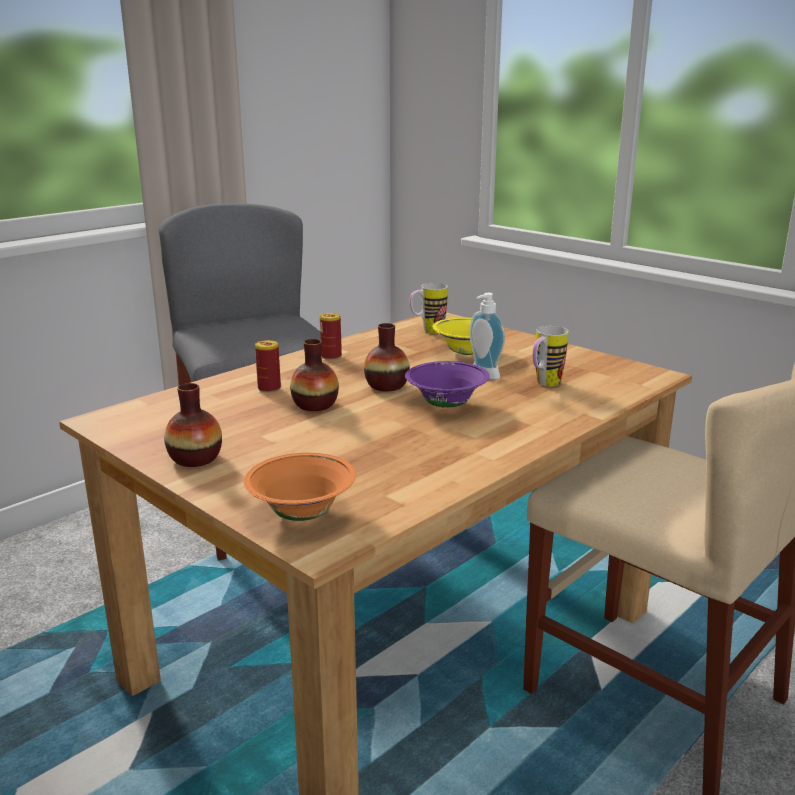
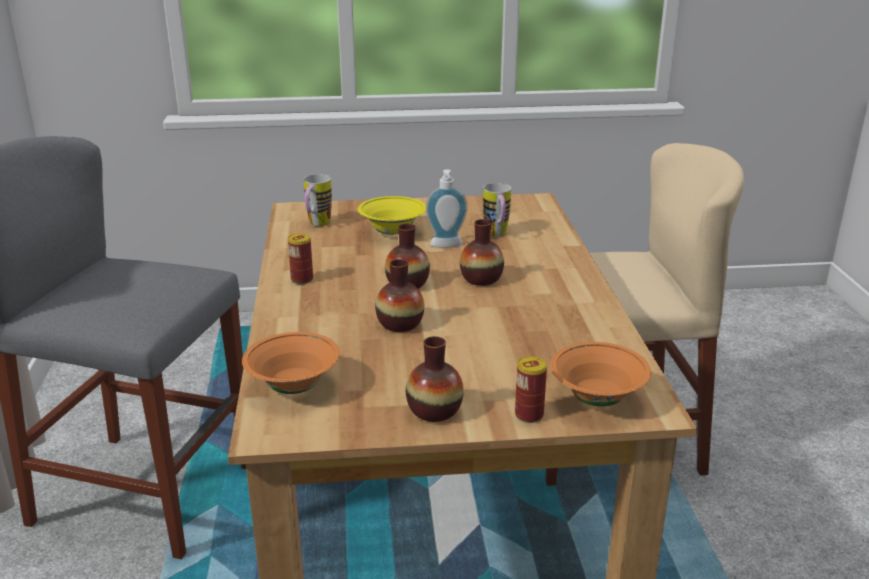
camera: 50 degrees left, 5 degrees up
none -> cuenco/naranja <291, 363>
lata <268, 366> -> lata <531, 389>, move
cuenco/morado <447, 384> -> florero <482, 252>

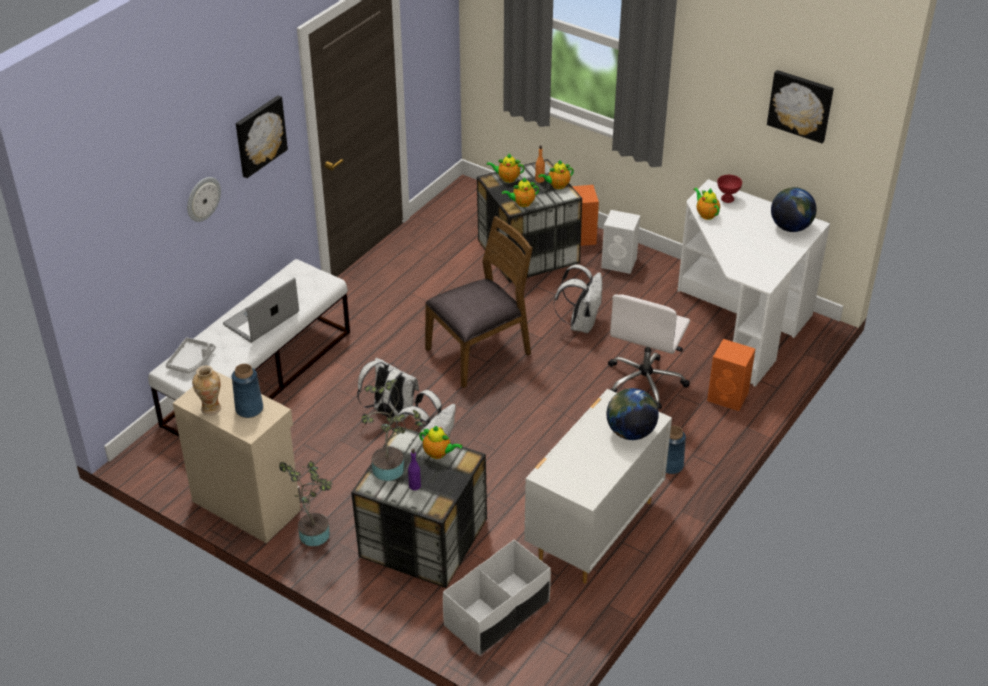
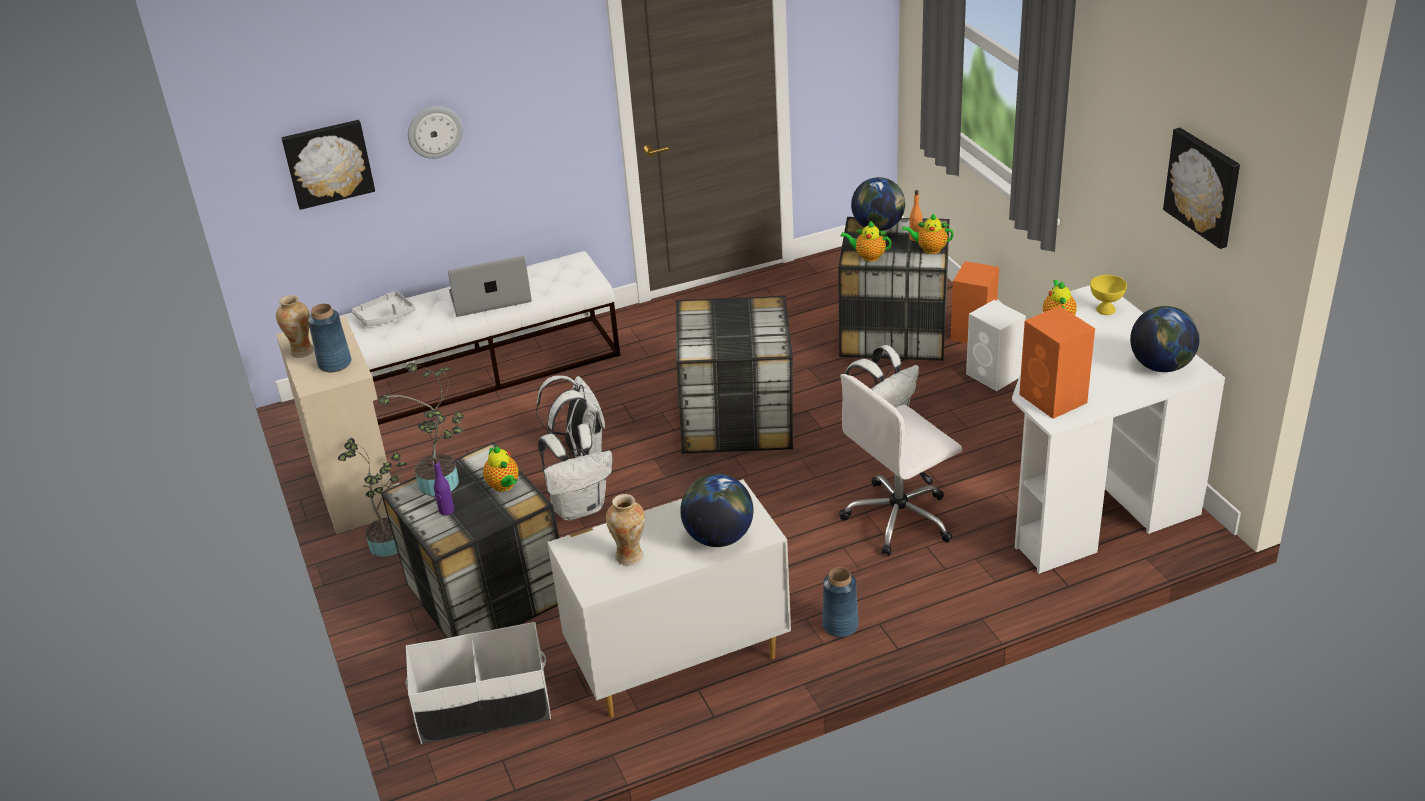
camera: 35 degrees right, 5 degrees down
none -> florero <625, 529>
cuadro <262, 137> -> cuadro <328, 165>, move
altavoz/naranja <731, 375> -> altavoz/naranja <1057, 362>, move
silla/marrón <479, 302> -> caja de almacenaje <734, 375>
tetera <506, 168> -> globo terráqueo <878, 204>
cuenco/rojo <729, 189> -> cuenco/amarillo <1108, 295>

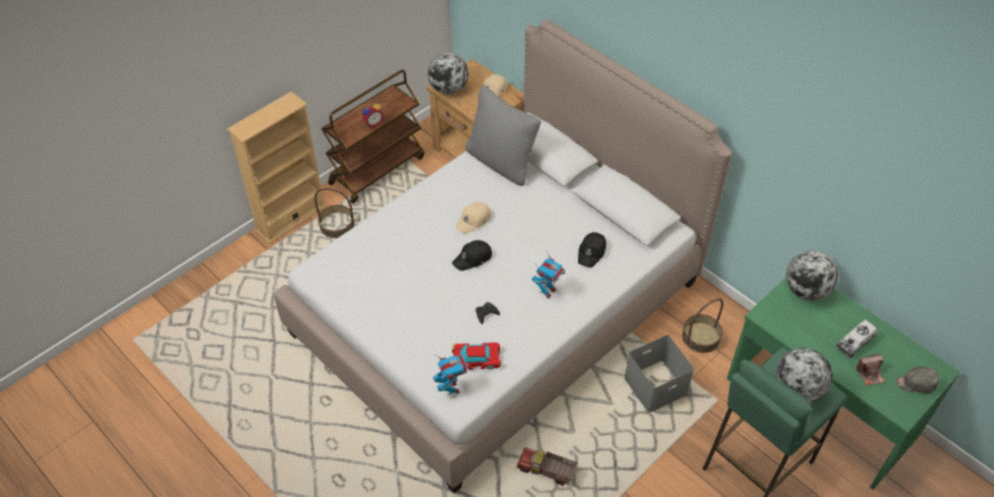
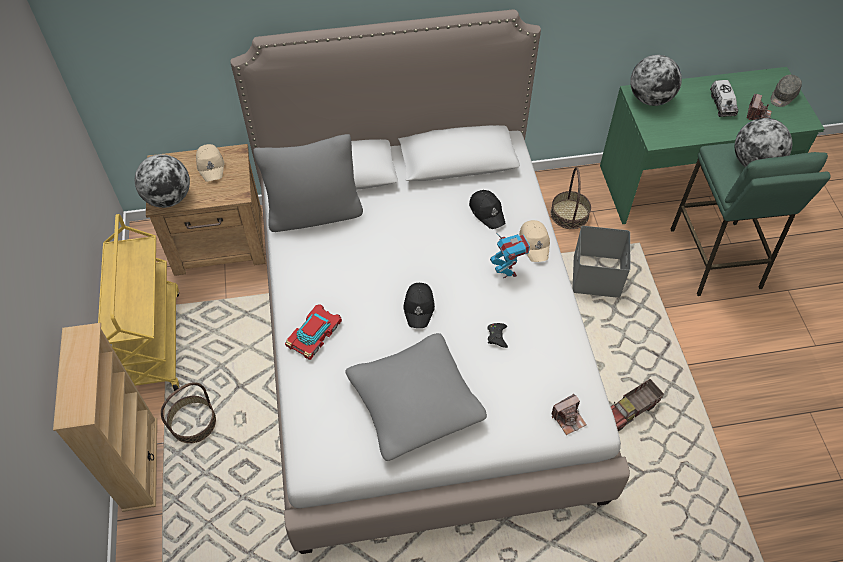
camera: 55 degrees left, 5 degrees up
despertador <373, 115> -> none
none -> cojín/gris <416, 397>
coche de juguete <476, 356> -> coche de juguete <313, 332>, move
gorra/beis <473, 218> -> gorra/beis <534, 241>, move
robot de juguete <450, 375> -> cámara <569, 414>
carrito/marrón <373, 137> -> carrito/amarillo <138, 302>

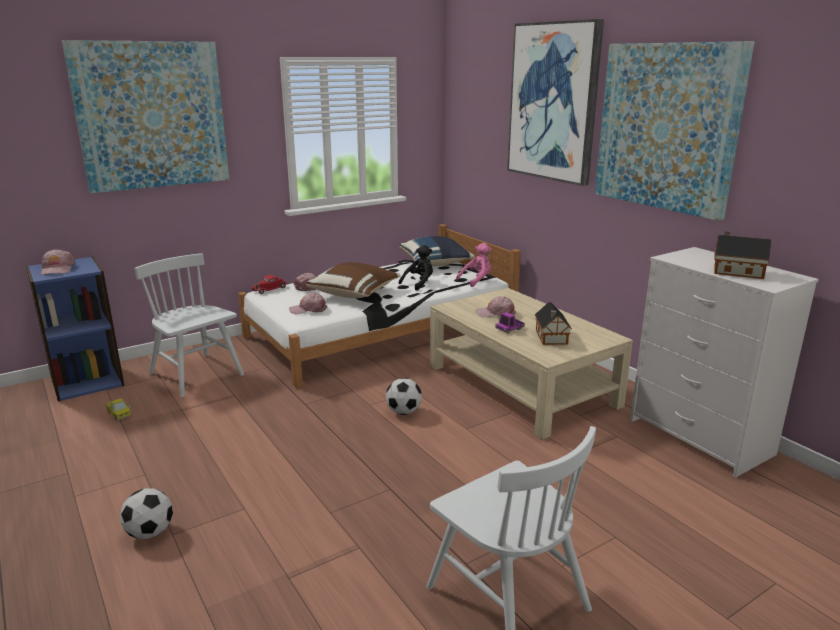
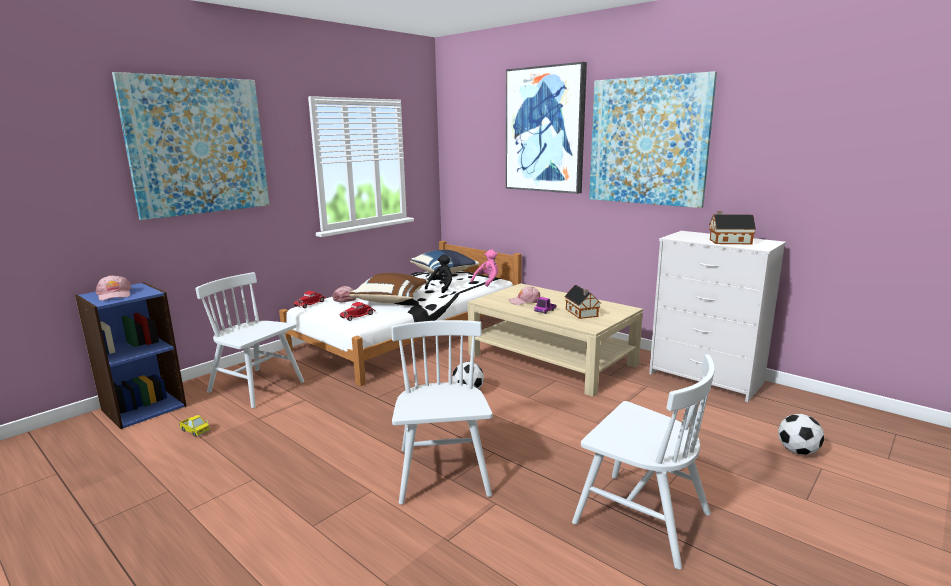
camera: 15 degrees left, 5 degrees down
none -> silla/blanco <442, 412>
balón de fútbol <146, 513> -> balón de fútbol <801, 434>, move
gorra/rosa <308, 303> -> coche de juguete/rojo <357, 311>

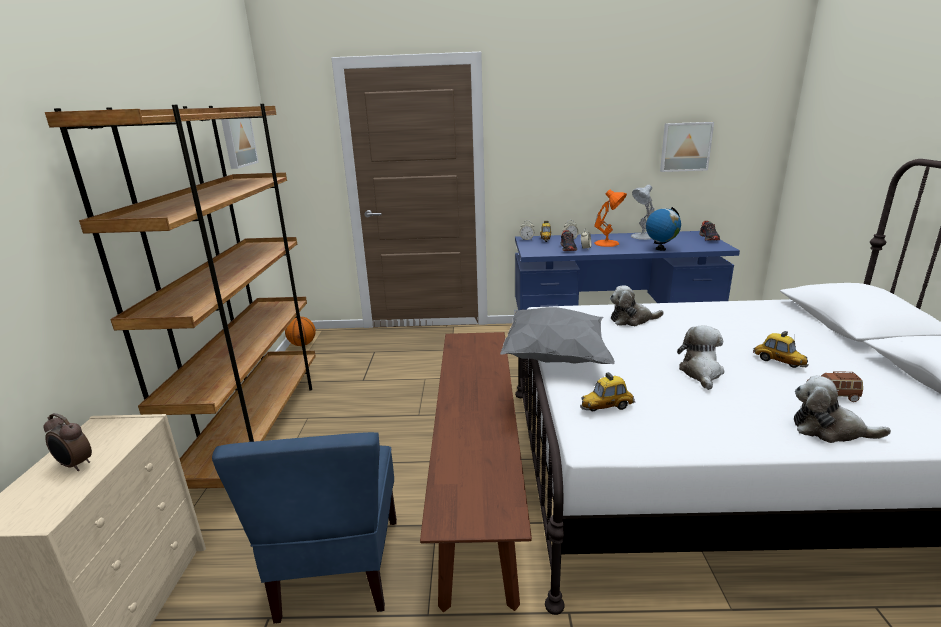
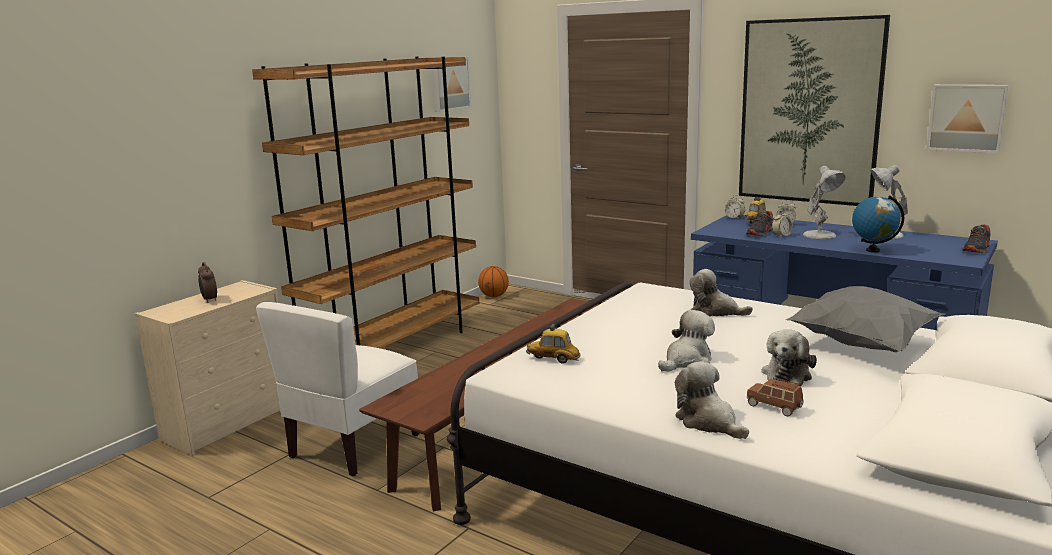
camera: 35 degrees right, 5 degrees down
none -> cuadro <814, 110>
cojín/gris <557, 335> -> cojín/gris <865, 319>, move
coche de juguete <780, 349> -> peluche <789, 357>
silla/azul <304, 528> -> silla/blanco <338, 389>
lámpara de mesa/naranja <610, 218> -> lámpara de mesa/blanco <824, 202>

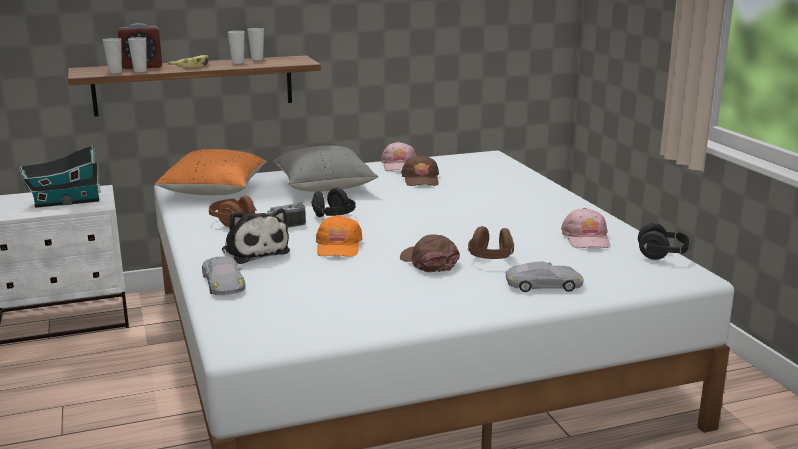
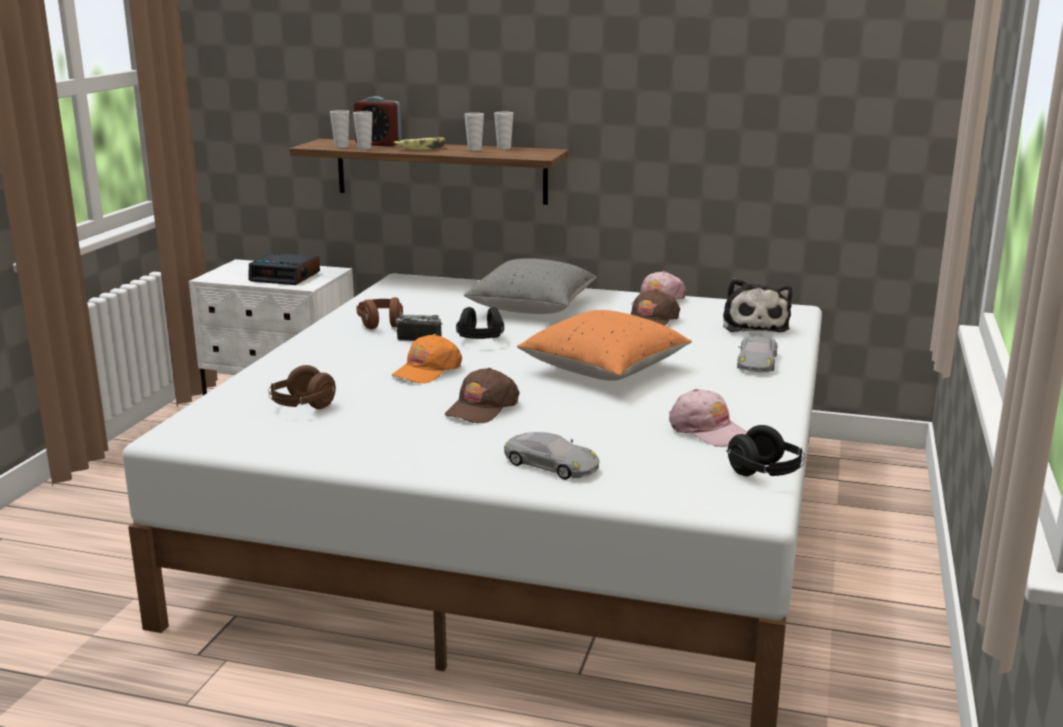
camera: 35 degrees right, 0 degrees up
cojín/naranja <211, 172> -> cojín/naranja <604, 345>, move
coche de juguete/gris <224, 276> -> coche de juguete/gris <757, 354>, move
peluche <256, 236> -> peluche <757, 305>, move
auriculares/marrón <491, 242> -> auriculares/marrón <302, 387>, move
casita <60, 176> -> despertador <284, 269>
gorra/marrón <430, 253> -> gorra/marrón <482, 395>, 150 degrees counterclockwise
gorra/rosa <585, 228> -> gorra/rosa <708, 418>, 75 degrees counterclockwise

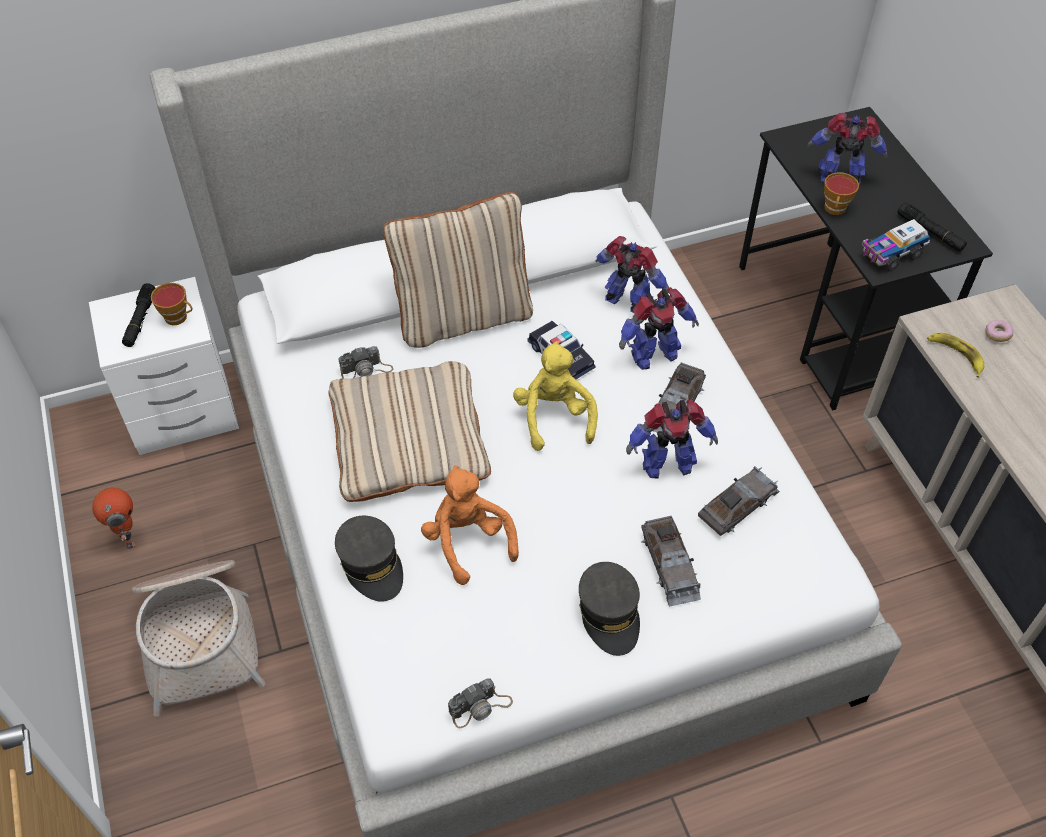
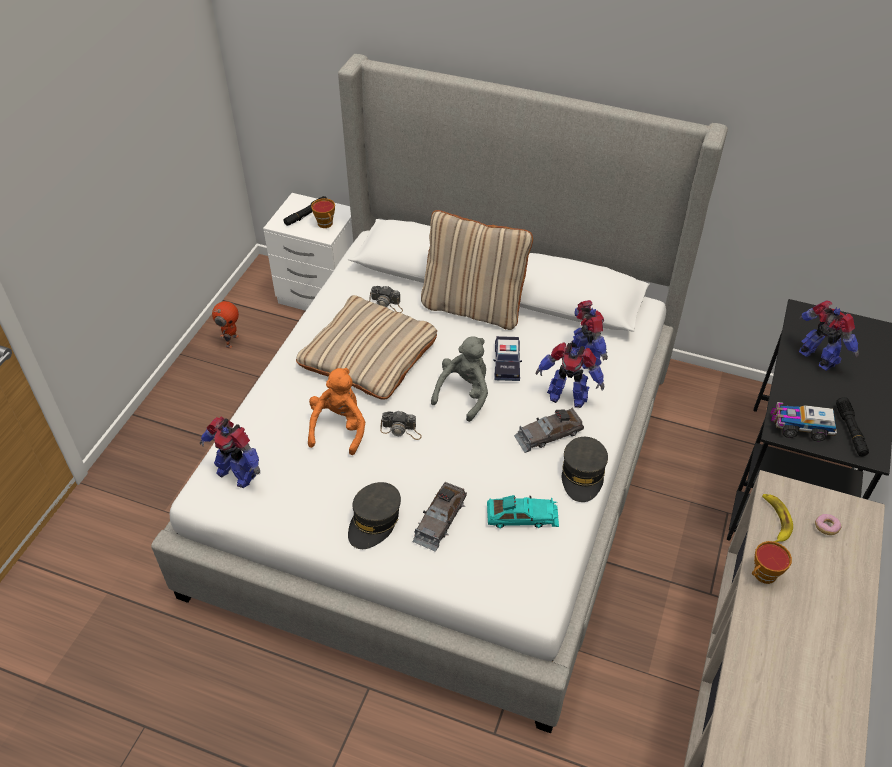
camera: 40 degrees right, 5 degrees down
cesta <199, 638> -> none
gorra/gris <369, 559> -> gorra/gris <585, 469>, move
cámara <480, 703> -> cámara <401, 425>, move
robot de juguete <672, 439> -> robot de juguete <230, 452>, move
taza <841, 193> -> taza <772, 562>, move
peluche/amarillo <555, 396> -> peluche/gris <459, 379>
coche de juguete/gris <739, 501> -> coche de juguete/turquesa <523, 511>

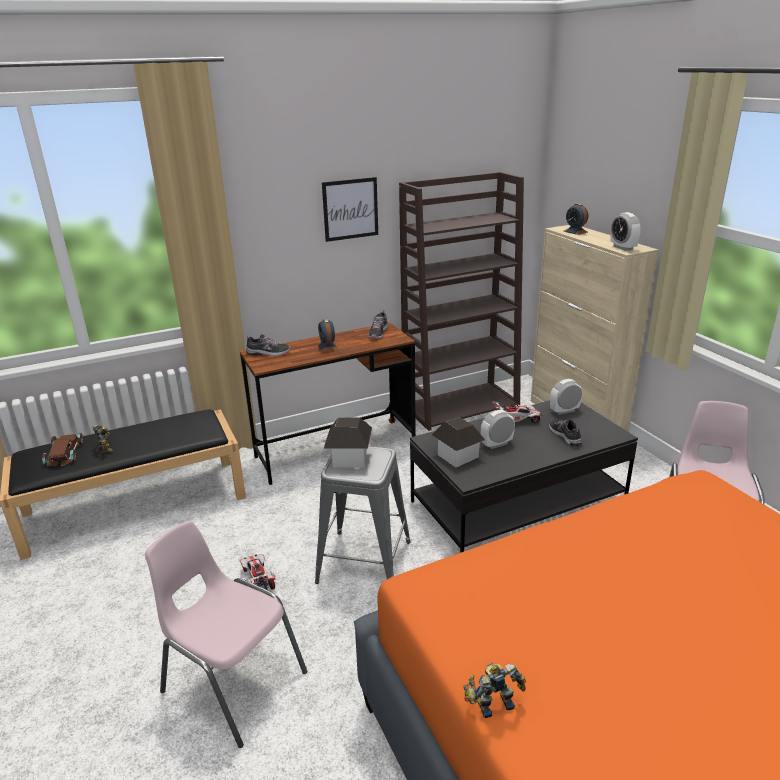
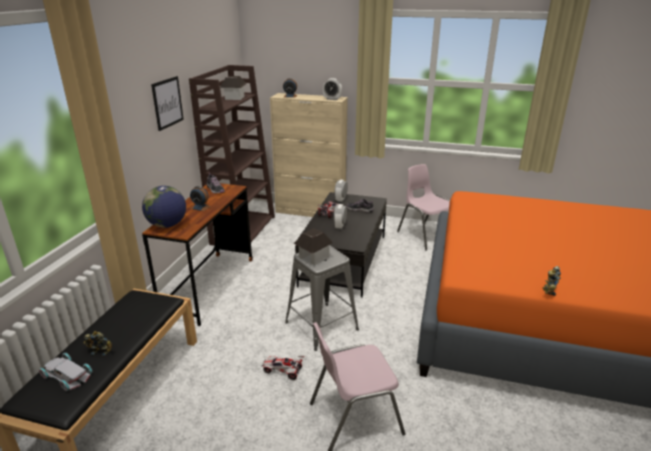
camera: 50 degrees left, 0 degrees up
casita <458, 442> -> casita <233, 88>, move
zapato <268, 345> -> globo terráqueo <164, 207>
coche de juguete/marrón <63, 450> -> coche de juguete/blanco <65, 372>

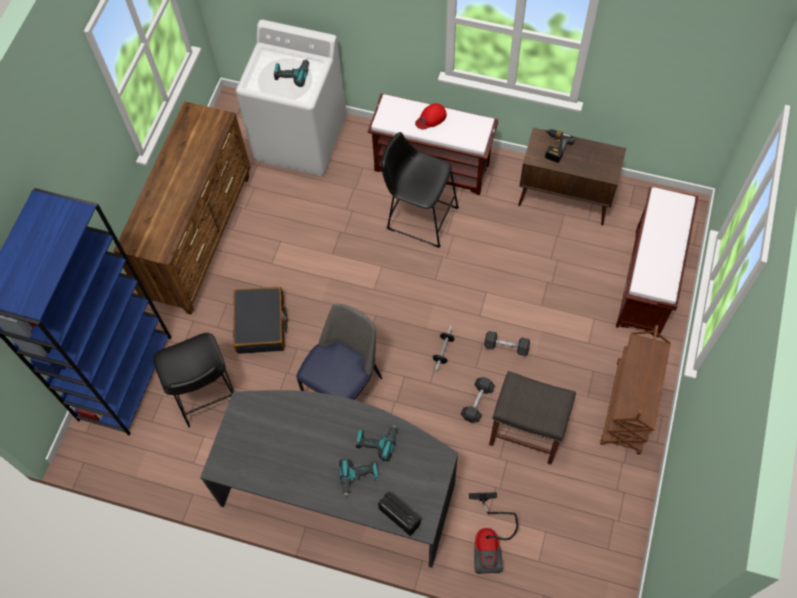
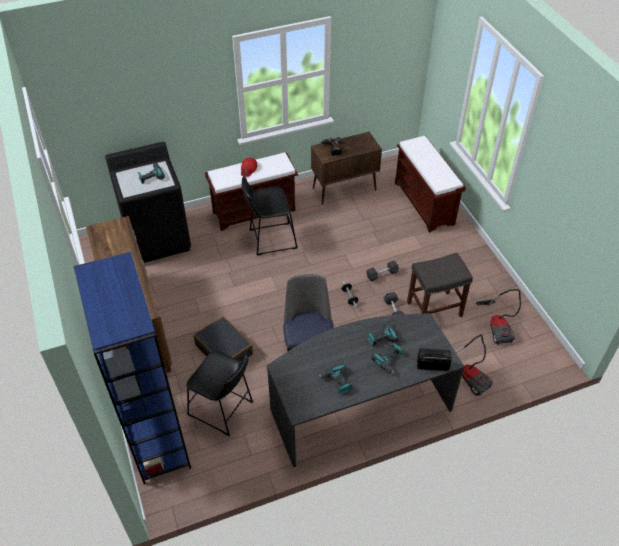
camera: 40 degrees left, 15 degrees down
carrito/marrón <635, 390> -> none
none -> taladro <335, 378>
none -> aspiradora <498, 317>
lavadora/blanco <291, 98> -> lavadora/negro <148, 202>

